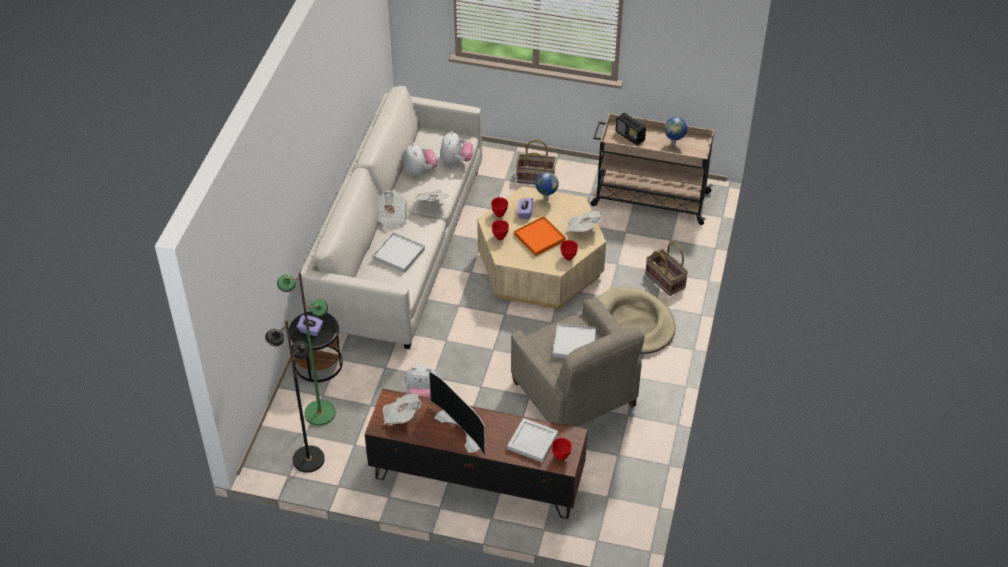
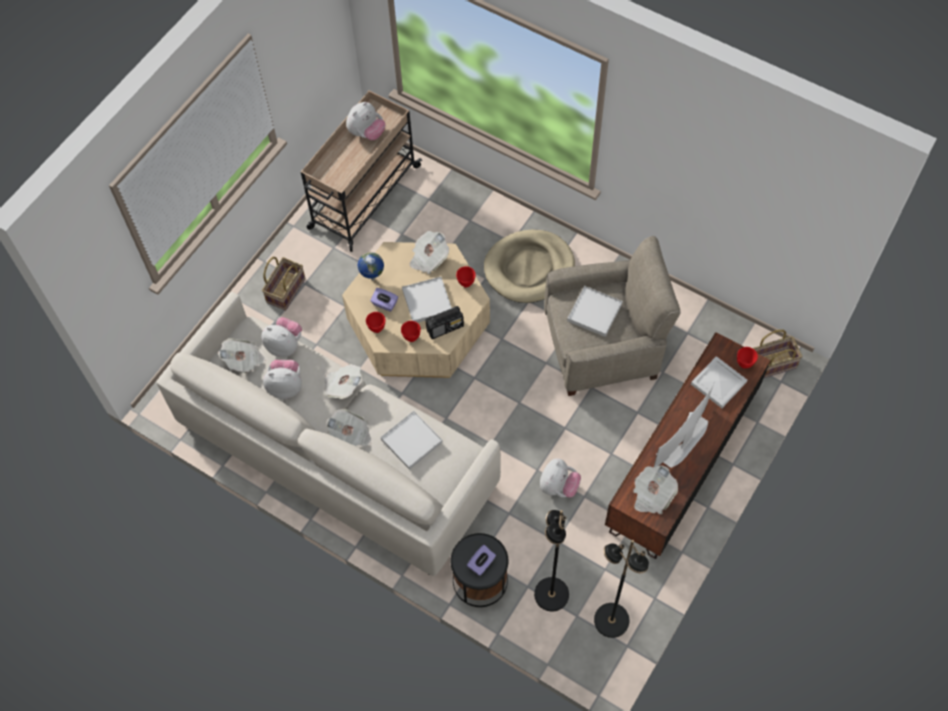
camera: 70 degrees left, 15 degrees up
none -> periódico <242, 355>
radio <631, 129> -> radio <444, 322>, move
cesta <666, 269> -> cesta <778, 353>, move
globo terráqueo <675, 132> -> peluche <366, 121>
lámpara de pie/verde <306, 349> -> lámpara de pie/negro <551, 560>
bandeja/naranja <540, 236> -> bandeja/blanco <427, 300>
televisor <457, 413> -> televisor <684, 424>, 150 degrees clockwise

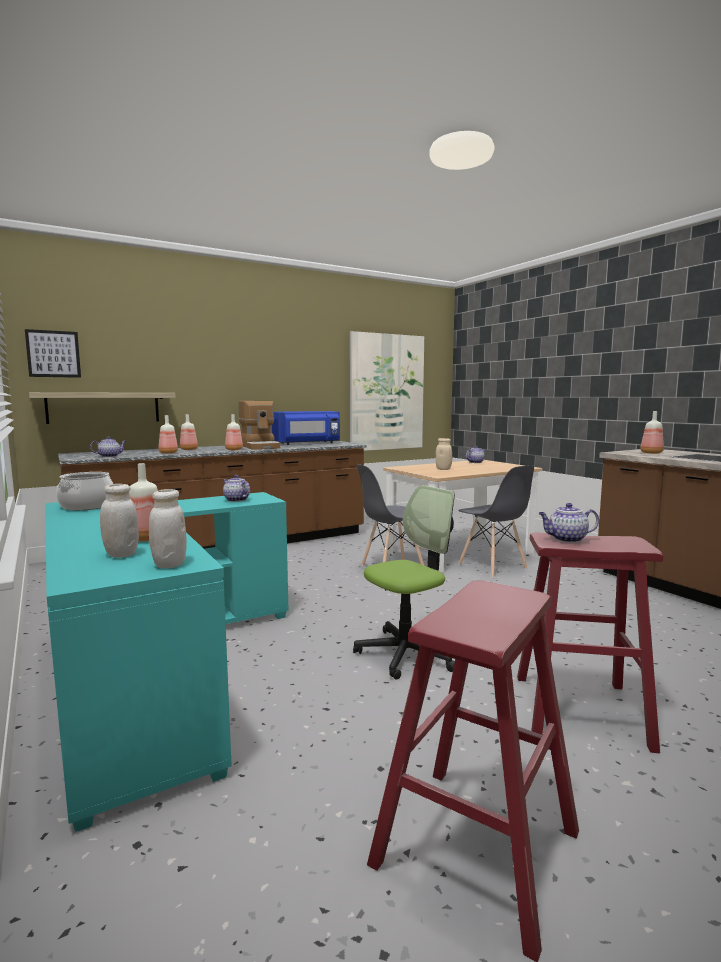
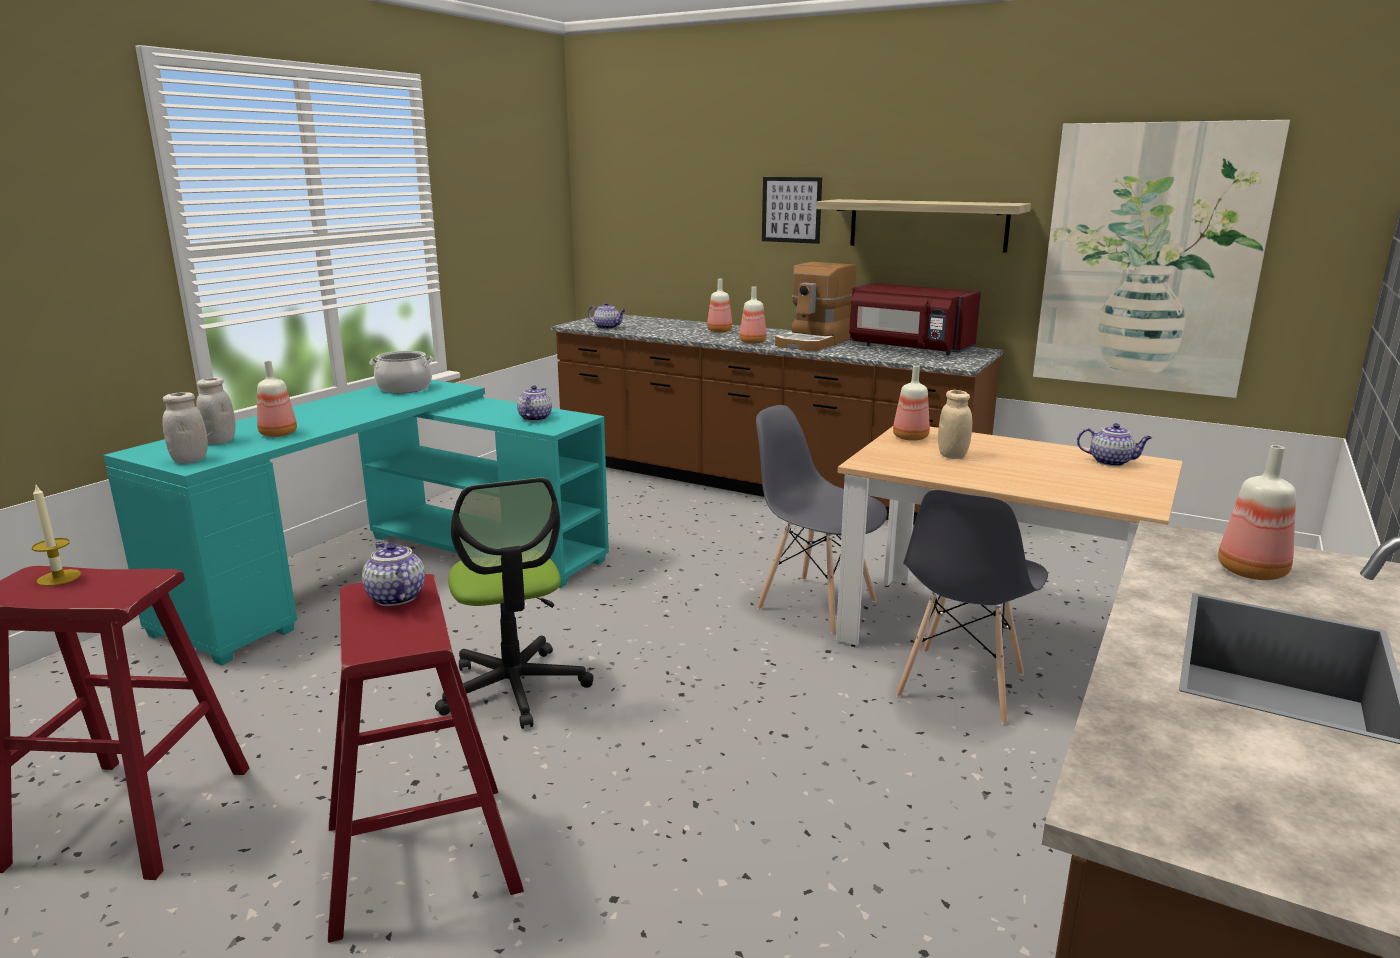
camera: 60 degrees right, 10 degrees up
none -> vela <56, 534>
cuadro <53, 353> -> cuadro <792, 210>, move
estante <102, 408> -> estante <923, 226>, move
botella <168, 434> -> botella <911, 403>, move
microondas/azul <306, 428> -> microondas/rojo <915, 319>
silla de oficina <404, 582> -> silla de oficina <514, 603>, 45 degrees clockwise

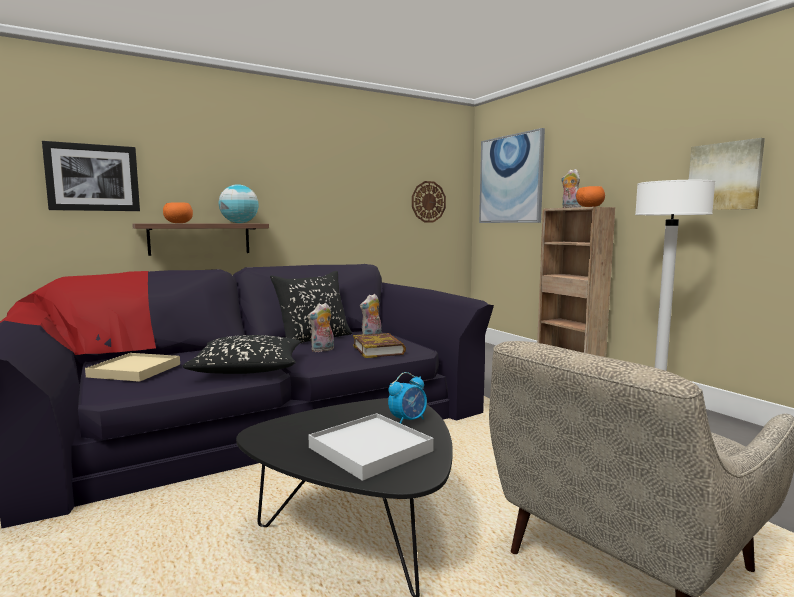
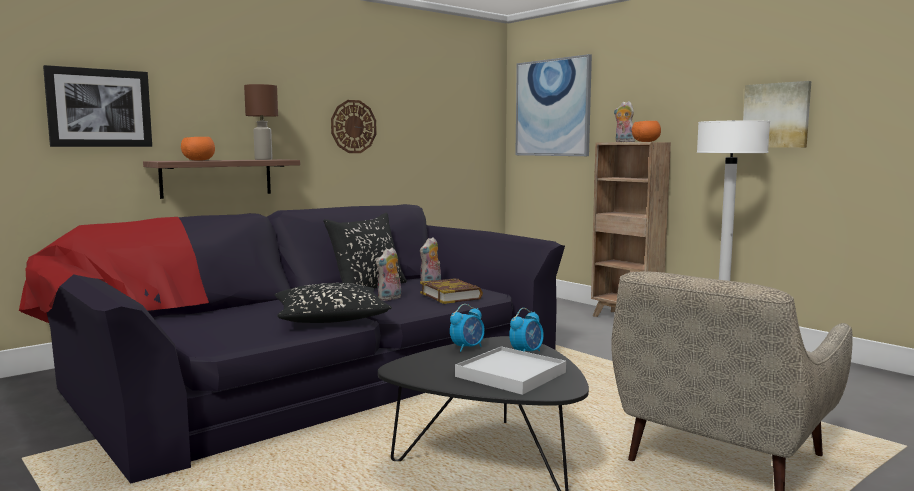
camera: 10 degrees left, 0 degrees up
bandeja/beis <132, 367> -> none
none -> despertador <467, 328>
reloj de pared <429, 201> -> reloj de pared <354, 126>, move
globo terráqueo <239, 203> -> lámpara de mesa/marrón <261, 122>

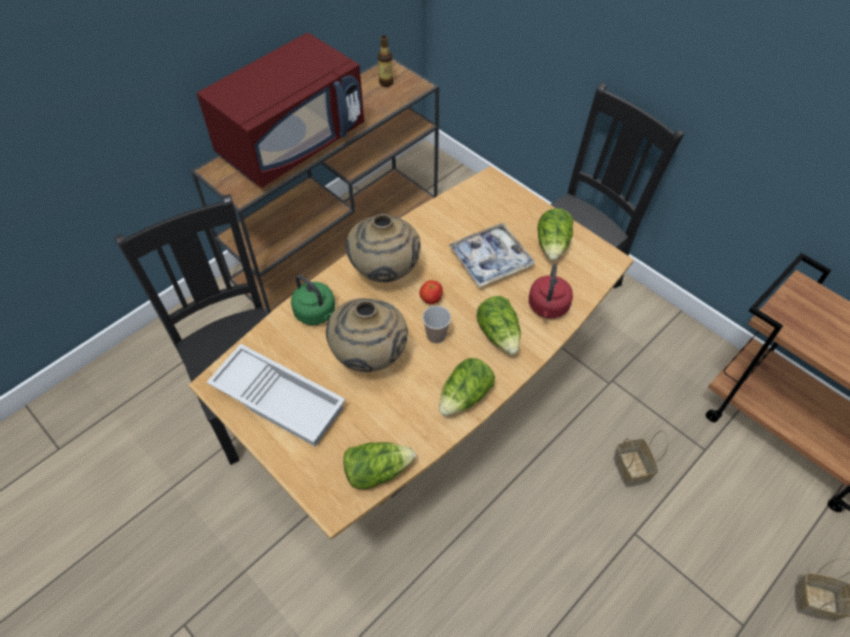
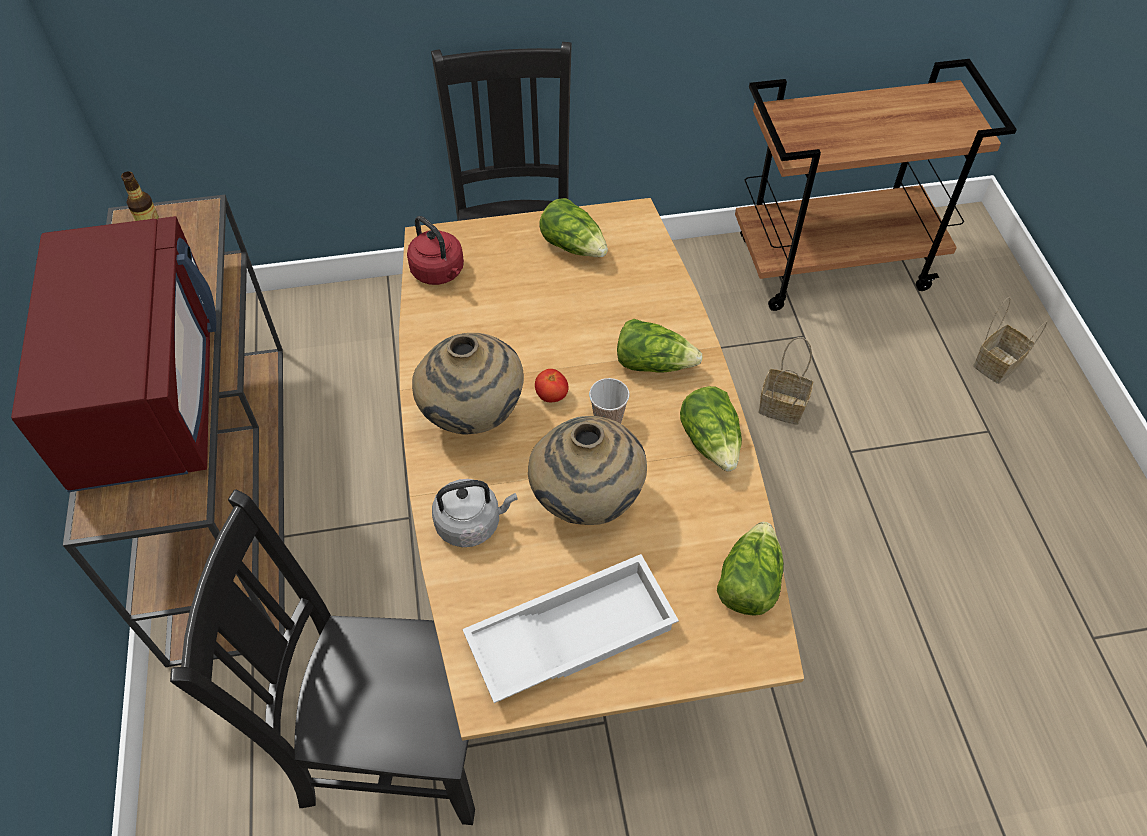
camera: 55 degrees left, 0 degrees up
bandeja <492, 254> -> none
hervidor/rojo <551, 291> -> hervidor/rojo <435, 250>, move
hervidor/verde <313, 300> -> hervidor/gris <475, 513>

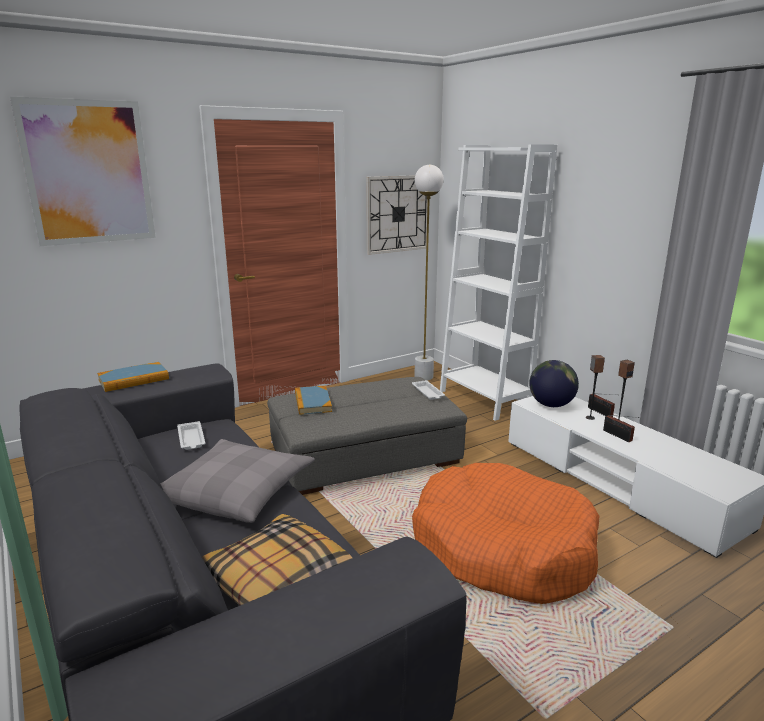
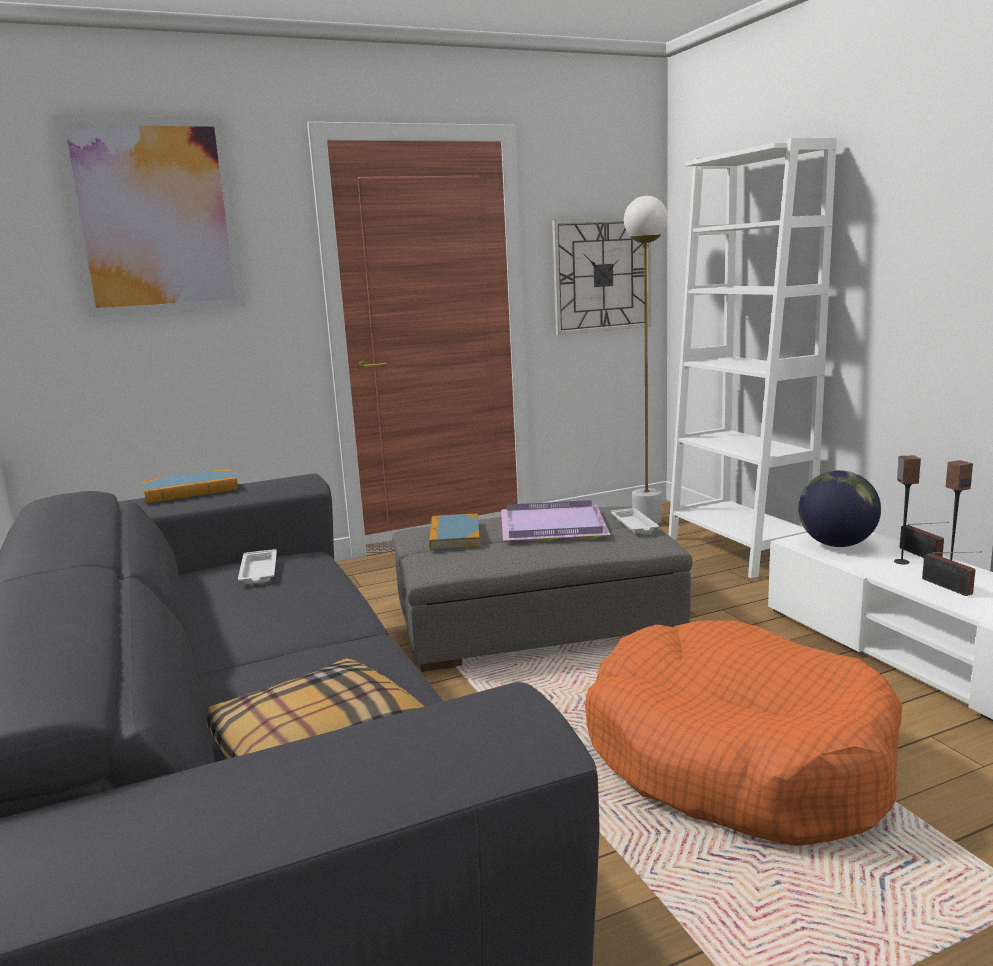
camera: 10 degrees right, 5 degrees down
cojín/gris <237, 481> -> none
none -> bandeja/morado <555, 520>

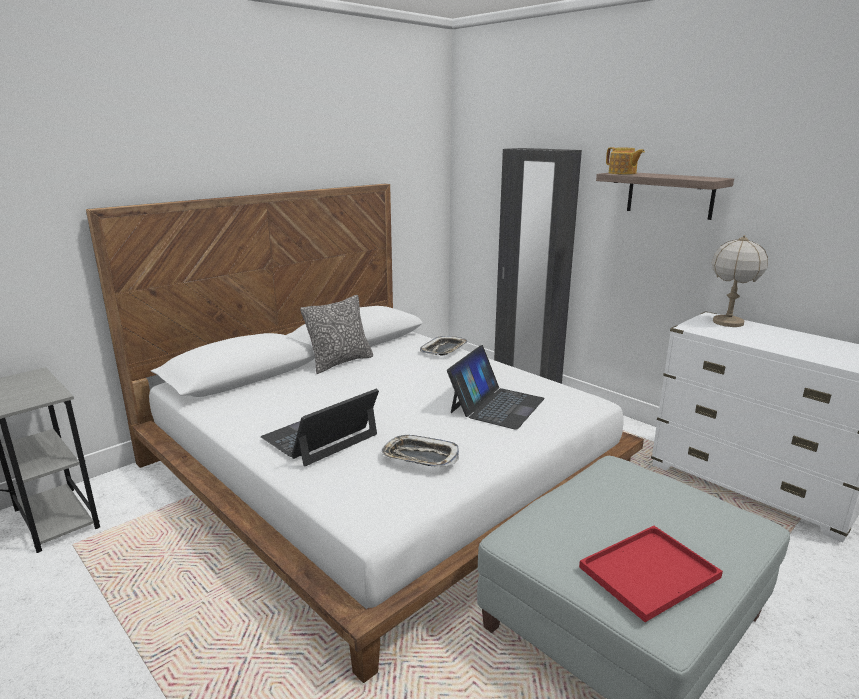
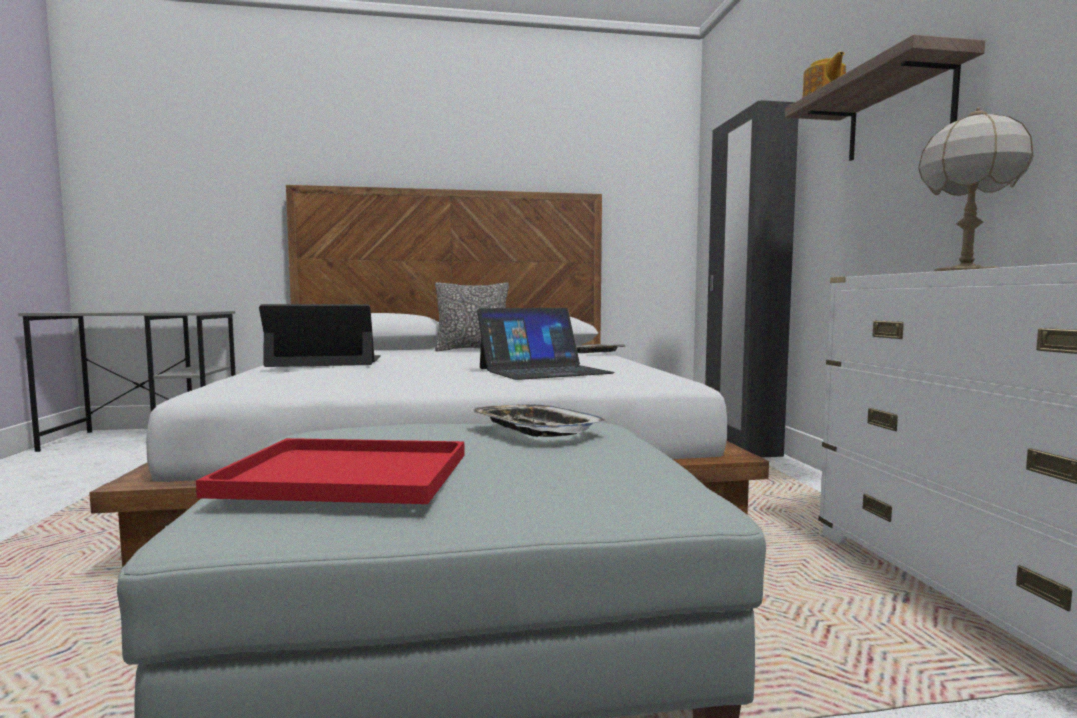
camera: 35 degrees right, 15 degrees down
bandeja <420, 451> -> bandeja <538, 420>, move

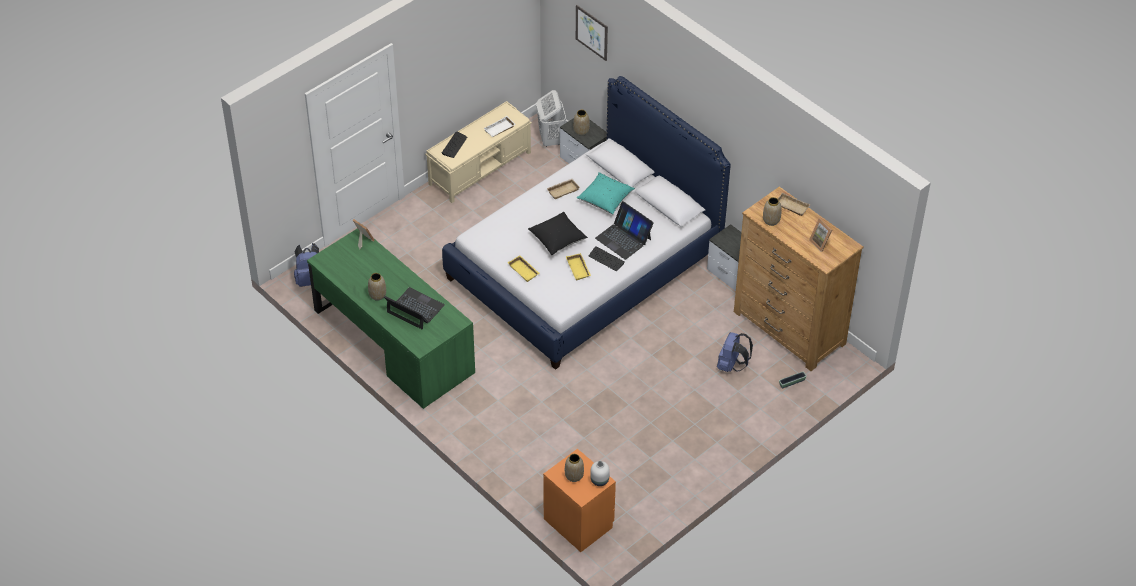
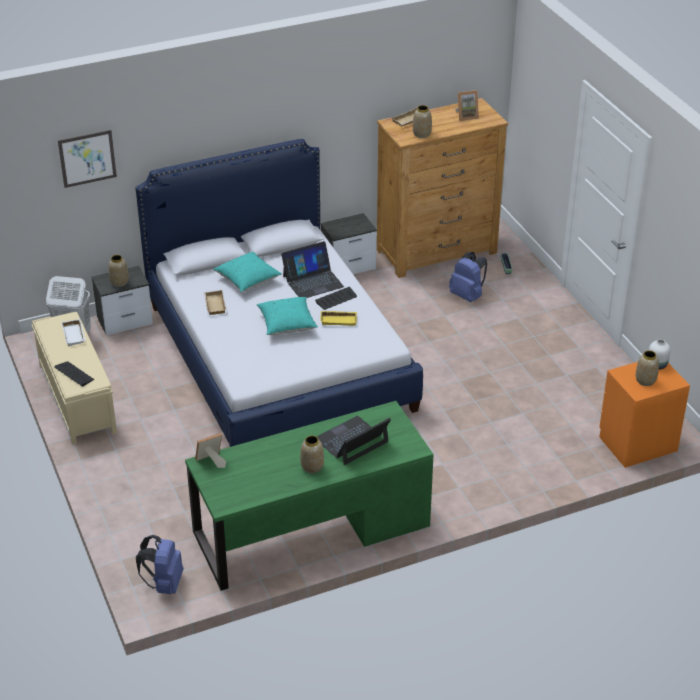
camera: 70 degrees left, 10 degrees down
bandeja/amarillo <523, 268> -> none
cojín/negro <558, 233> -> cojín/turquesa <287, 316>

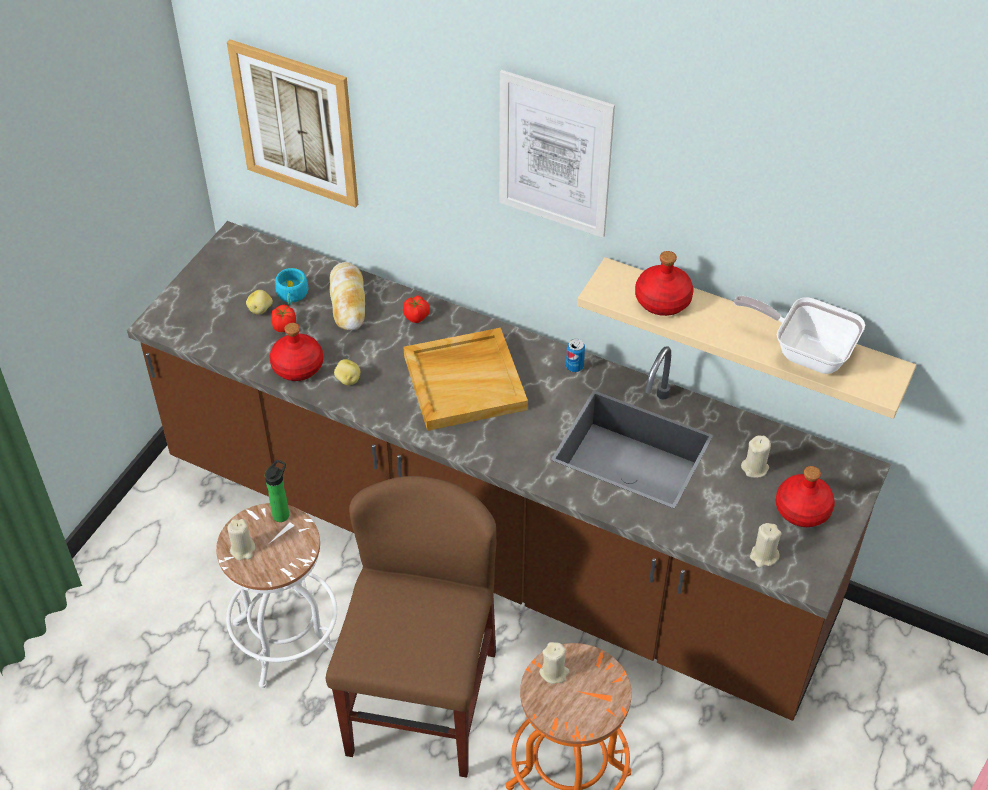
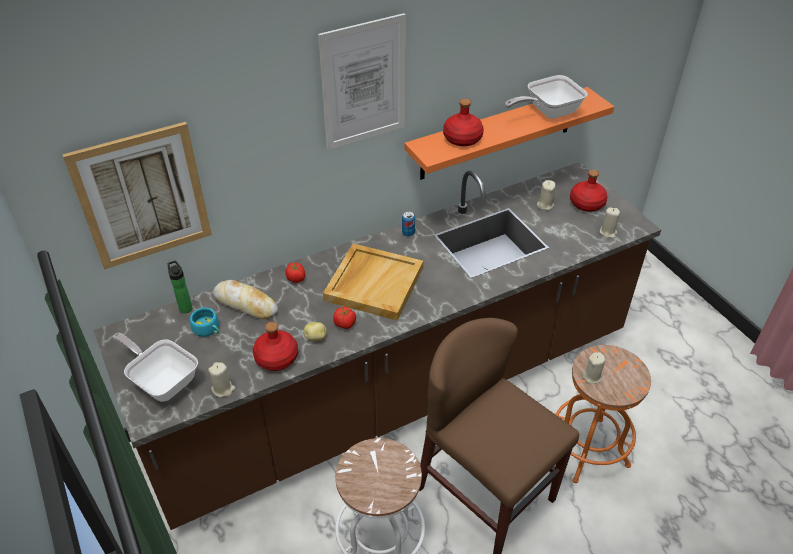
camera: 55 degrees left, 5 degrees down
patata <259, 302> -> none
none -> sartén <155, 367>
vela/beis <241, 539> -> vela/beis <221, 379>, move
botella <277, 491> -> botella <179, 286>, move
tomate <283, 318> -> tomate <344, 317>, move
estante/beis <747, 338> -> estante/naranja <509, 133>

